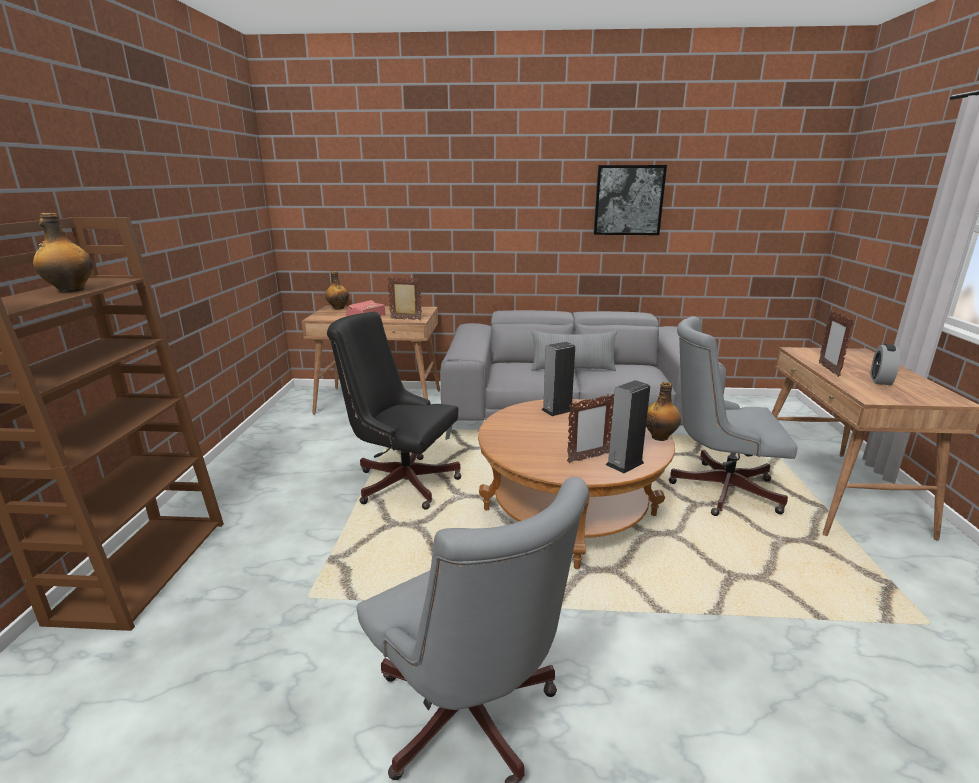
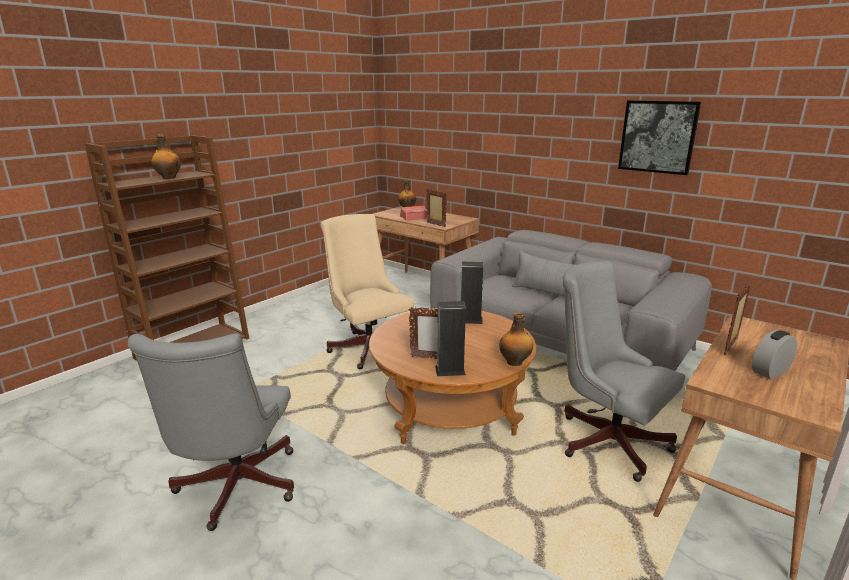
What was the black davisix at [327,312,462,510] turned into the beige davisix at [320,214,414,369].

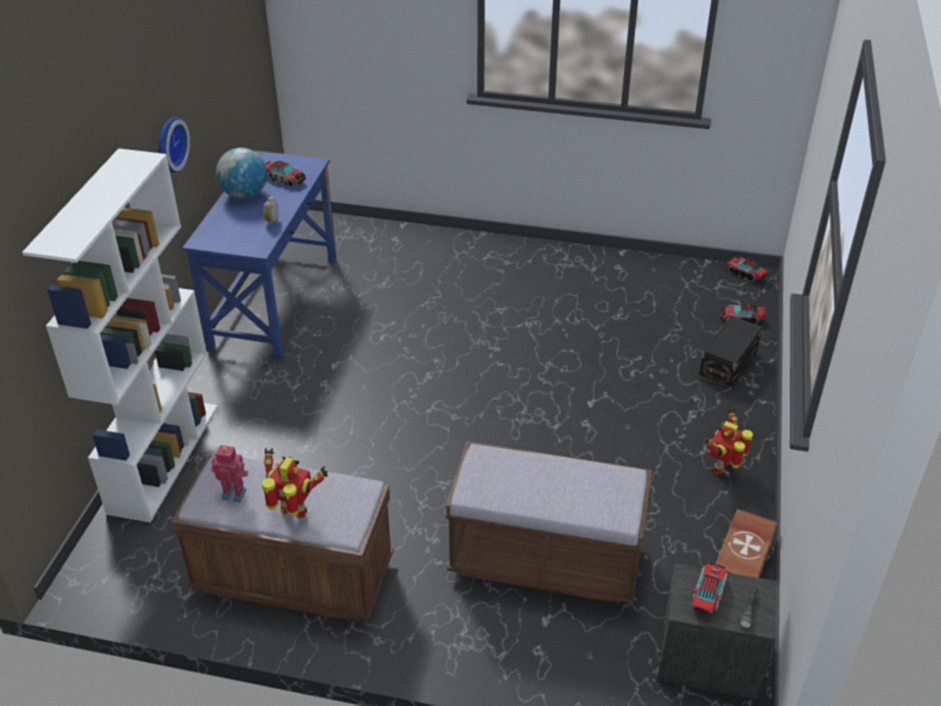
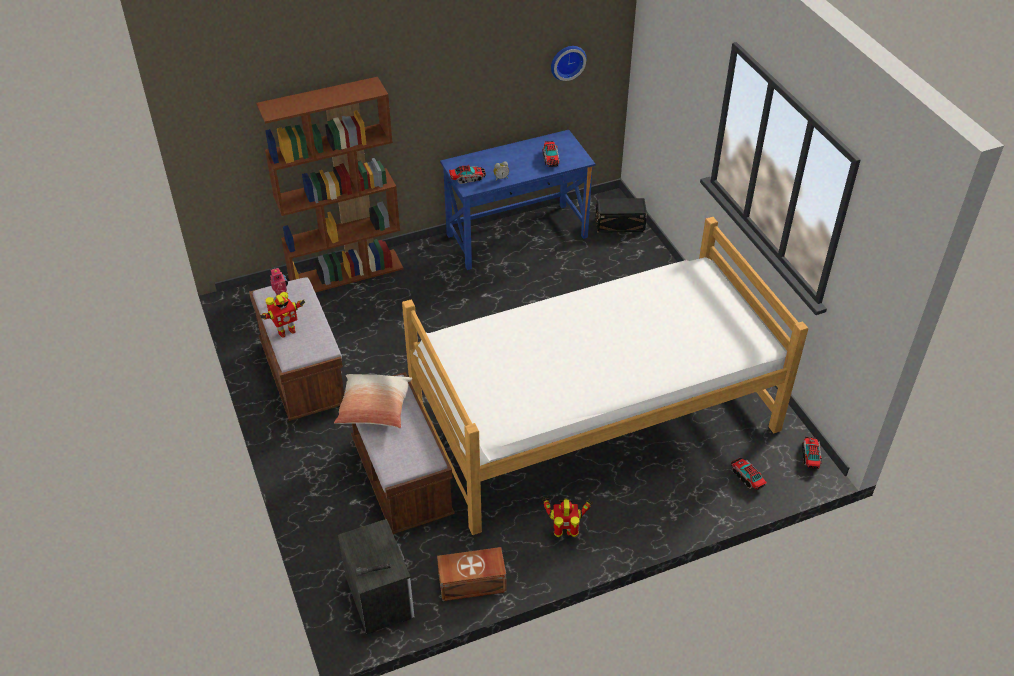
The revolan ended up elsewhere, having gone from [158,117,190,173] to [551,46,586,81].
What was the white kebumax at [22,148,218,523] turned into the brown kebumax at [256,77,404,293].
The second view lost the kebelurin at [216,148,268,199].
The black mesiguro ended up elsewhere, having gone from [699,316,762,389] to [595,198,647,233].
The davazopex at [262,448,328,518] ended up facing another way, 75 degrees clockwise from before.
The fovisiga ended up elsewhere, having gone from [692,562,728,616] to [449,165,486,184].
The second view gained the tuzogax at [402,217,809,535].
The second view gained the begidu at [334,374,412,428].

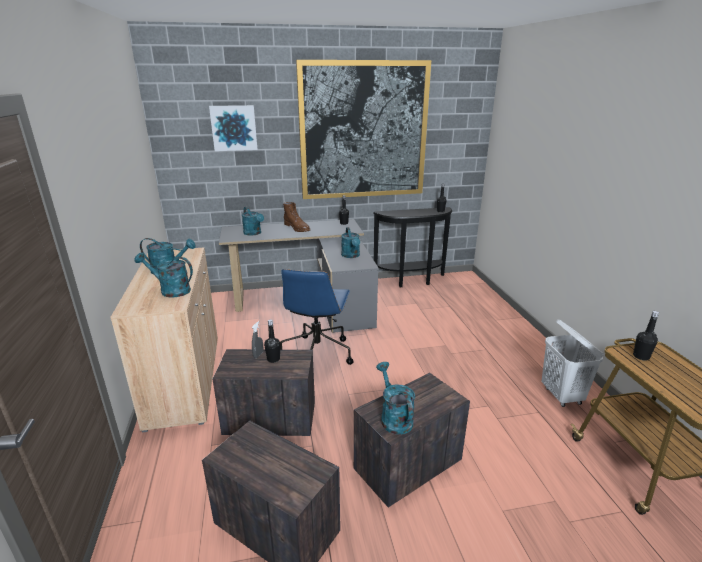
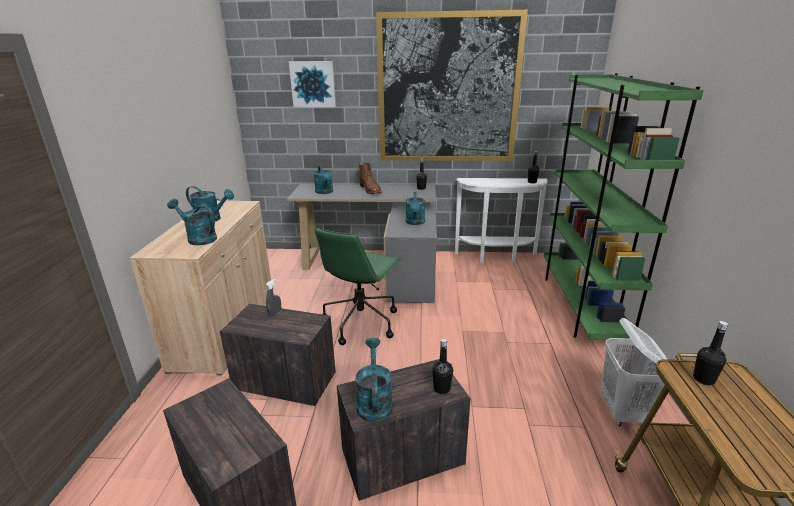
What was the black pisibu at [373,207,452,287] turned into the white pisibu at [455,178,548,264].
What was the blue davisix at [280,269,354,365] turned into the green davisix at [315,228,402,345].
The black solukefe ended up elsewhere, having gone from [264,319,280,363] to [432,339,453,394].
The second view gained the green kebumax at [544,73,704,349].

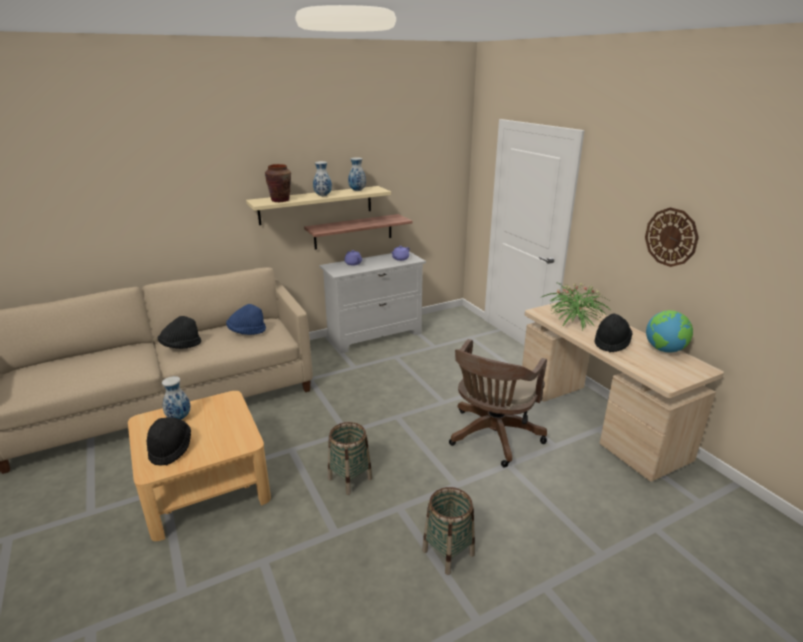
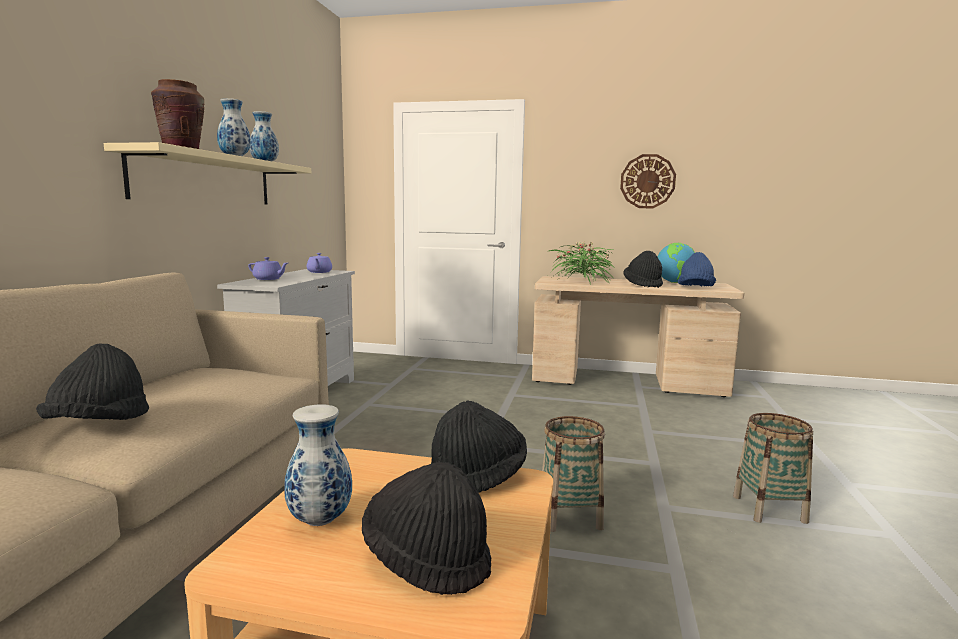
The second view lost the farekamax at [304,214,413,249].
The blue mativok ended up elsewhere, having gone from [226,304,266,335] to [678,252,716,287].
The second view lost the brown davisix at [449,339,547,467].
The second view gained the black mativok at [431,401,527,493].

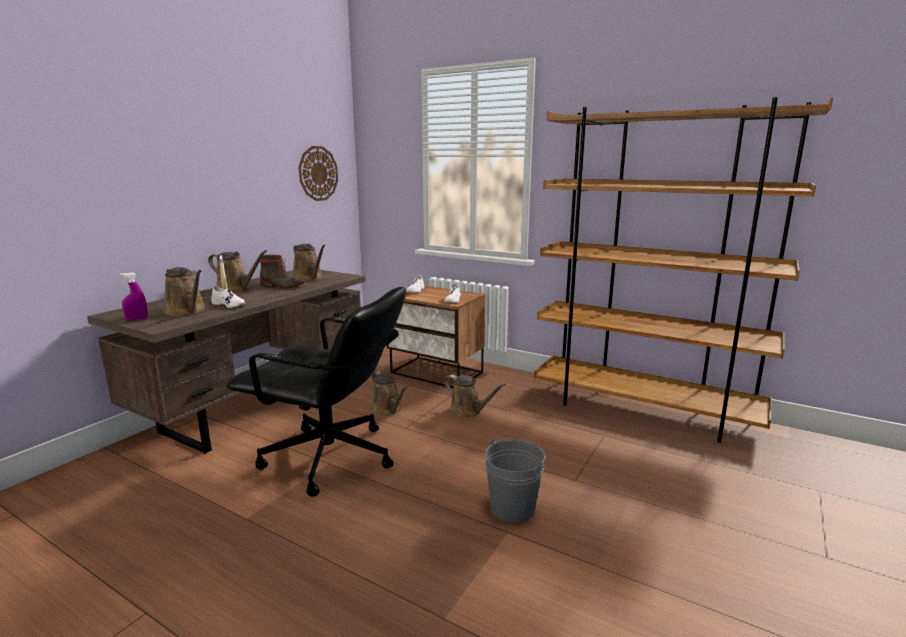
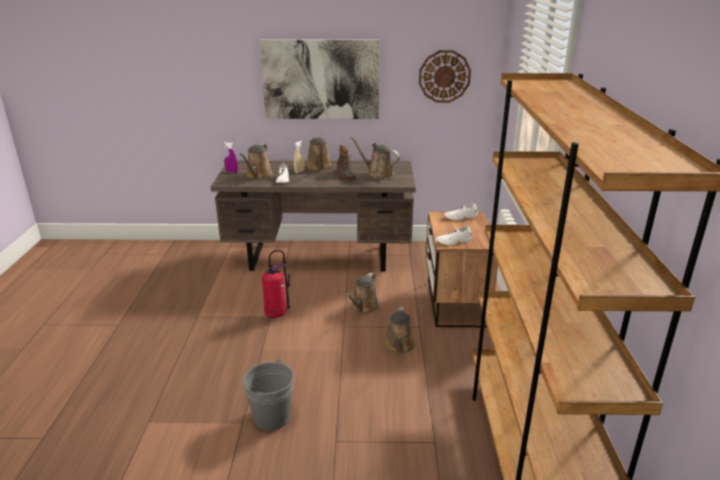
The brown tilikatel at [292,244,326,281] ended up facing another way, 105 degrees clockwise from before.
Where the black davisix stood at [227,287,406,497], the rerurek came to stand at [262,250,290,318].
The second view gained the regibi at [260,40,380,119].

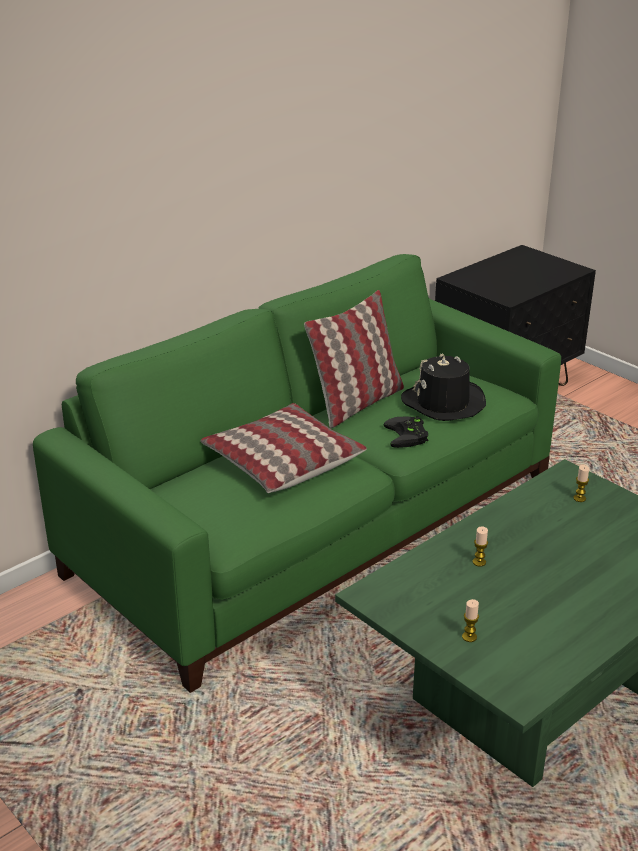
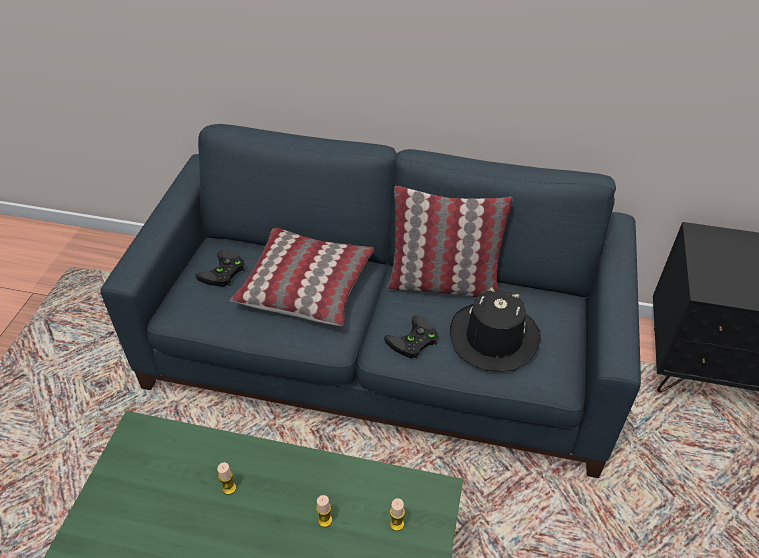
What was the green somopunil at [33,254,561,693] turned into the blue somopunil at [100,124,641,478].
The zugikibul ended up elsewhere, having gone from [462,599,479,642] to [316,495,332,527].
The second view gained the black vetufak at [195,250,245,287].

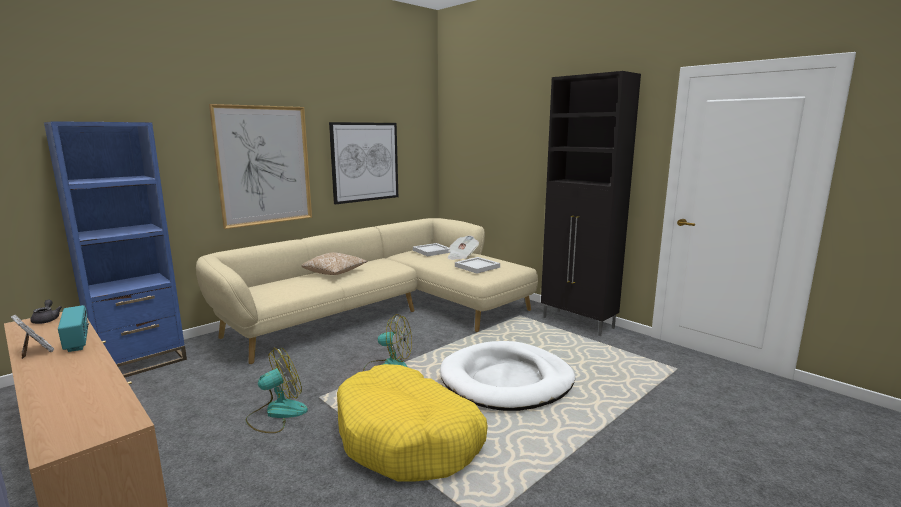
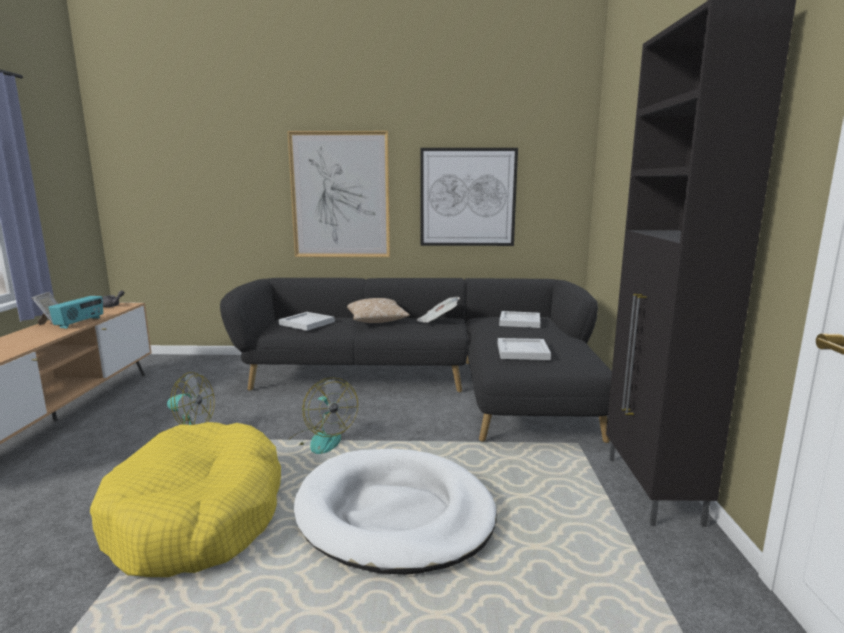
The second view lost the blue kebumax at [44,121,187,378].
What was the beige somopunil at [196,218,538,364] turned into the black somopunil at [220,278,612,443].
The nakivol ended up elsewhere, having gone from [447,235,479,260] to [417,297,460,323].
The second view gained the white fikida at [279,312,335,331].

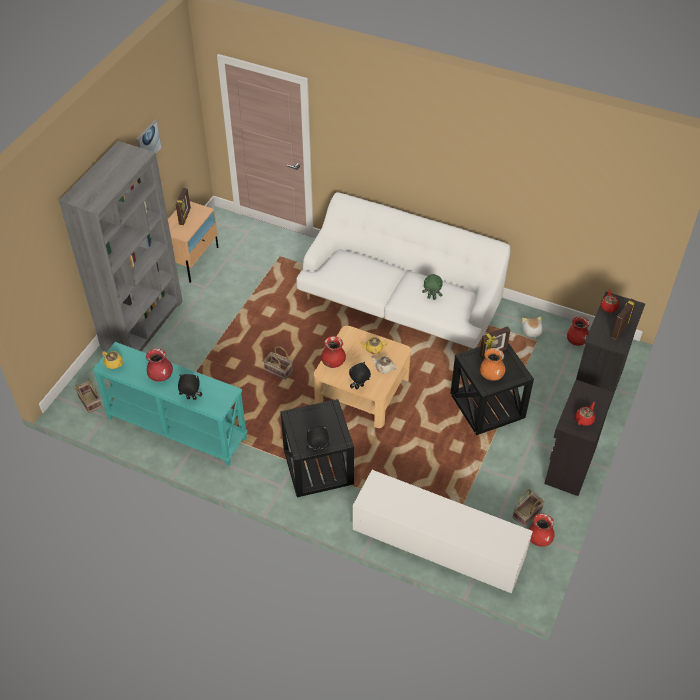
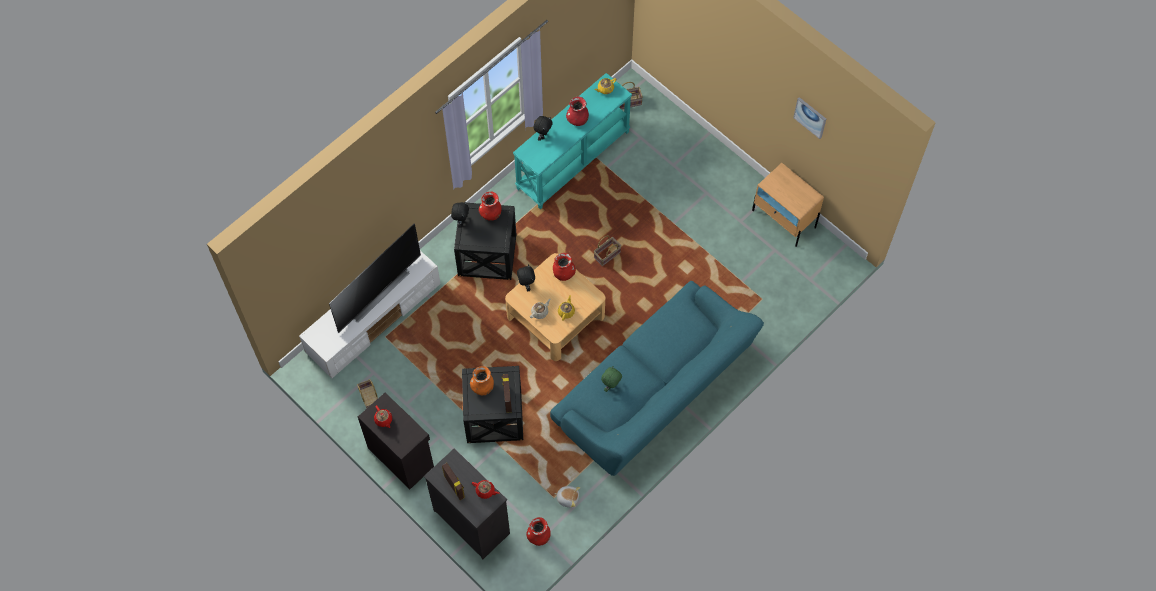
The second view lost the grey kebumax at [59,141,183,351].
The second view lost the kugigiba at [176,188,191,225].
What was the white somopunil at [296,192,511,351] turned into the turquoise somopunil at [550,281,764,476].
The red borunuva ended up elsewhere, having gone from [529,513,555,547] to [479,191,502,221].
The second view gained the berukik at [329,223,421,333].

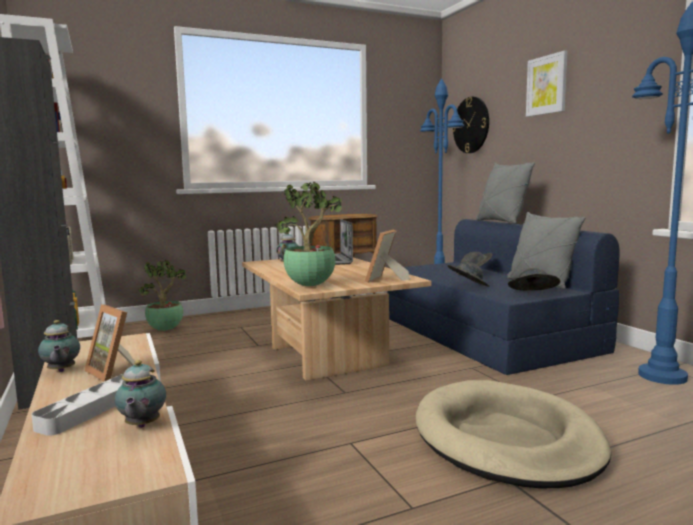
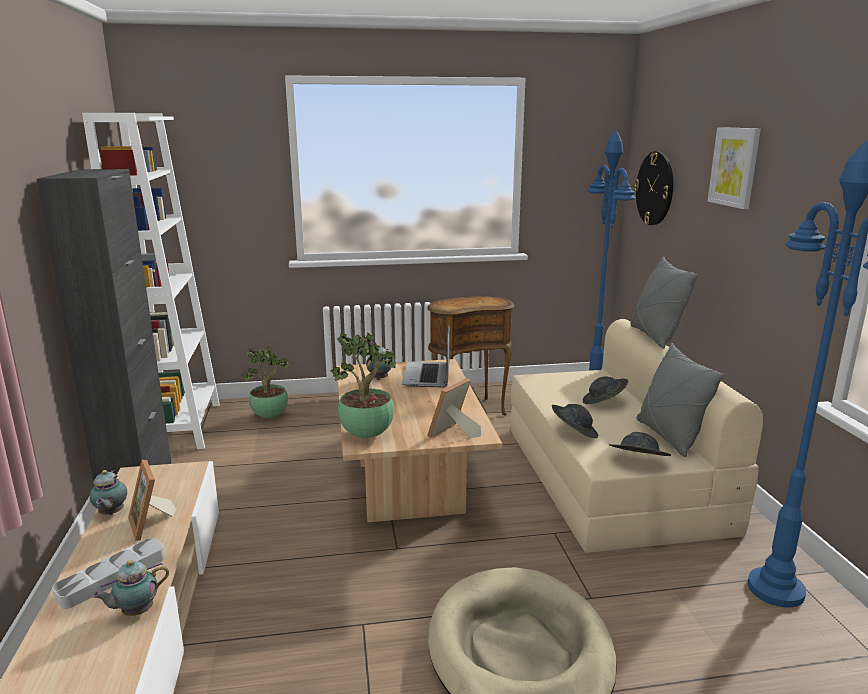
What was the blue somopunil at [387,219,620,375] turned into the beige somopunil at [510,319,763,553].
The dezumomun at [115,360,166,428] ended up facing another way, 45 degrees clockwise from before.

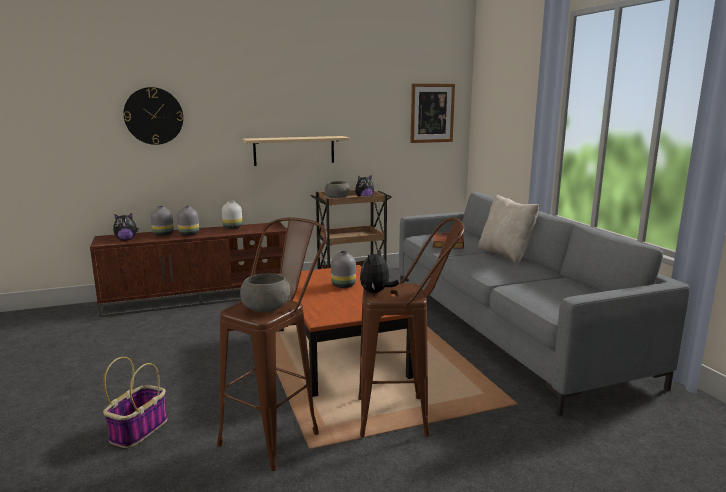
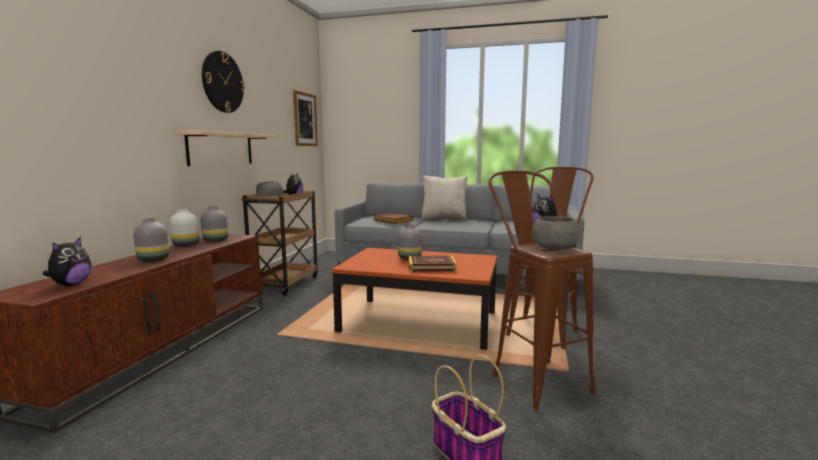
The revolan ended up elsewhere, having gone from [123,87,183,145] to [202,51,245,113].
The grey borunuva ended up elsewhere, having gone from [151,206,174,236] to [201,206,228,242].
The second view gained the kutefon at [409,256,457,272].

